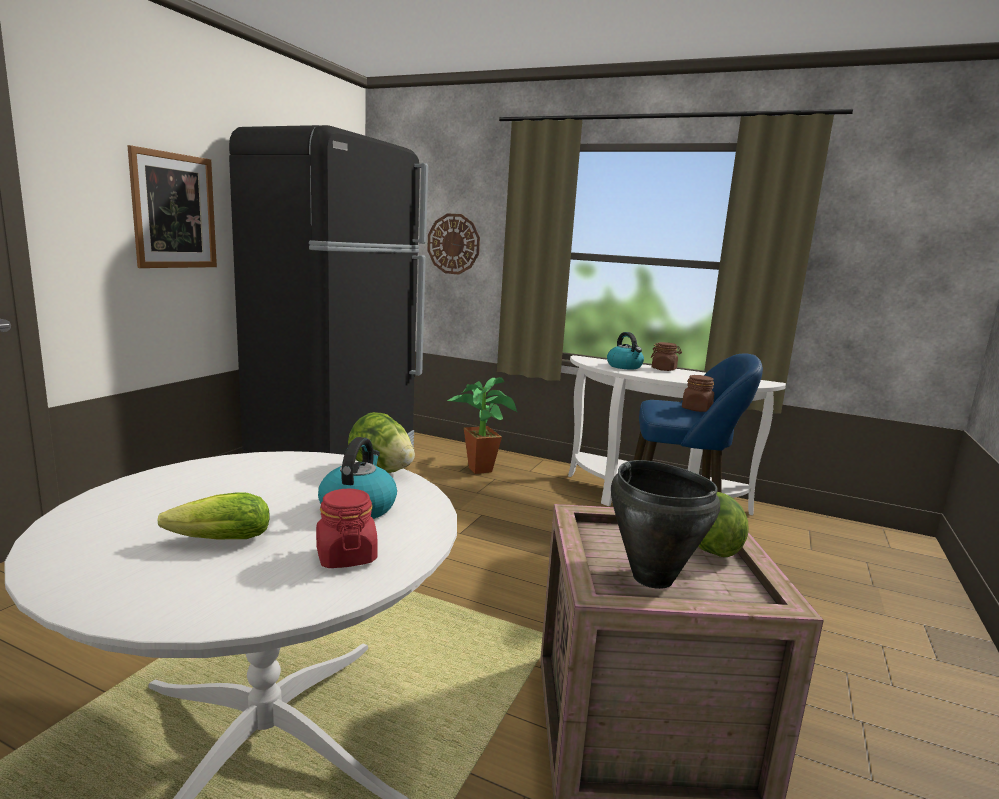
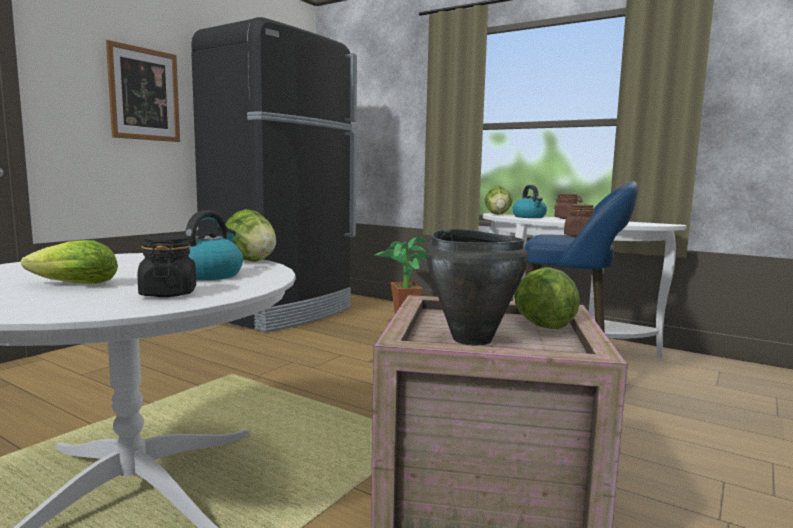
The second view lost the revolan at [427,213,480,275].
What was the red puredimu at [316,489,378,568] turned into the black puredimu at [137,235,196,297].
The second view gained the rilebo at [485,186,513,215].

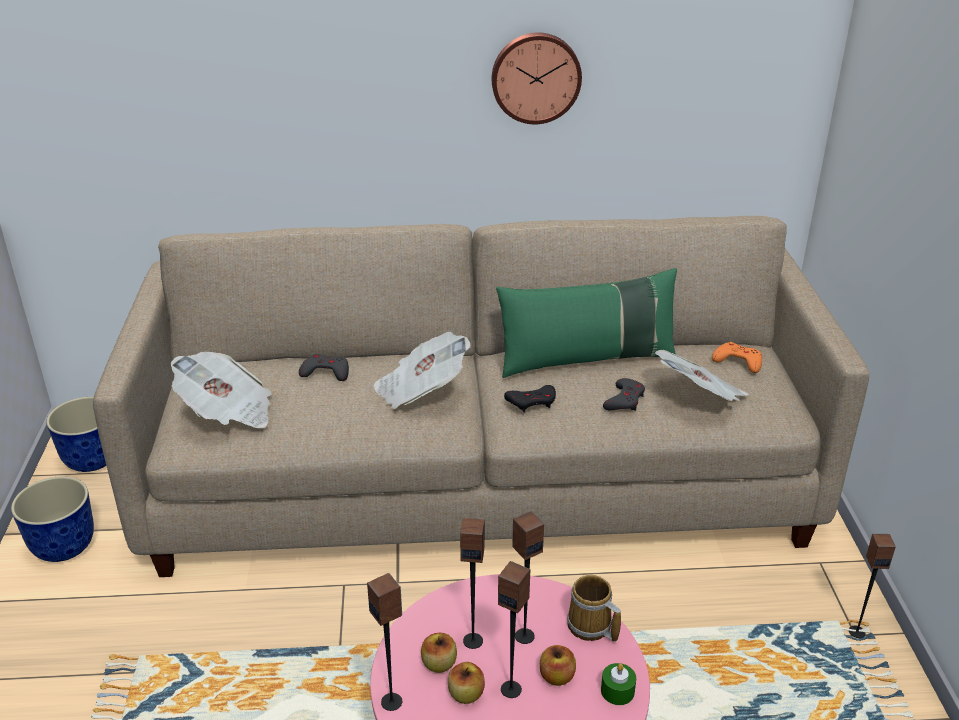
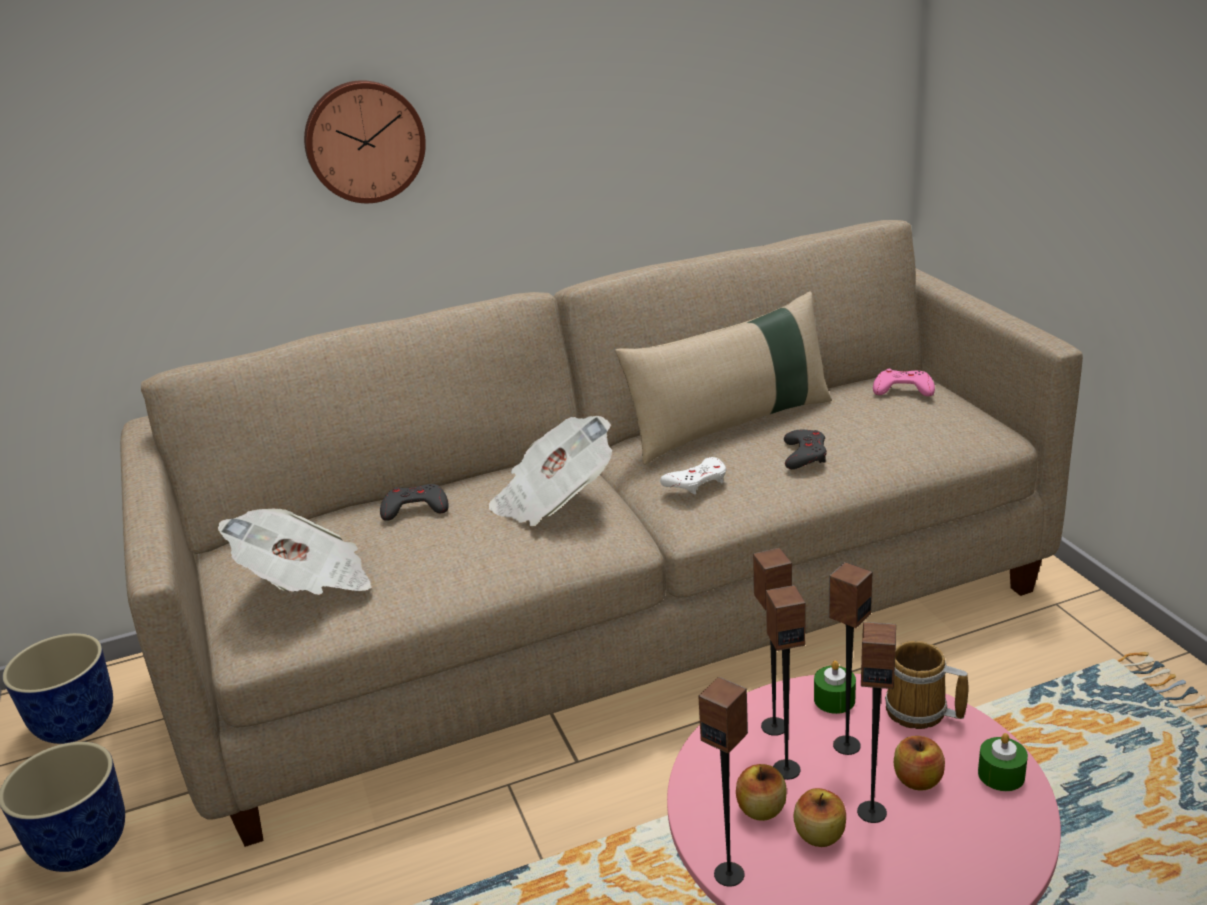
The revolan ended up elsewhere, having gone from [492,32,582,124] to [304,80,426,203].
What was the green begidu at [496,268,677,378] turned into the beige begidu at [615,291,832,465].
What was the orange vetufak at [712,342,762,373] turned into the pink vetufak at [873,369,935,396].
The second view lost the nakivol at [655,350,749,401].
What was the black vetufak at [504,385,556,412] turned into the white vetufak at [660,457,726,494].
The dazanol ended up elsewhere, having gone from [849,534,896,638] to [753,548,792,736].
The second view gained the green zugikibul at [814,660,856,714].

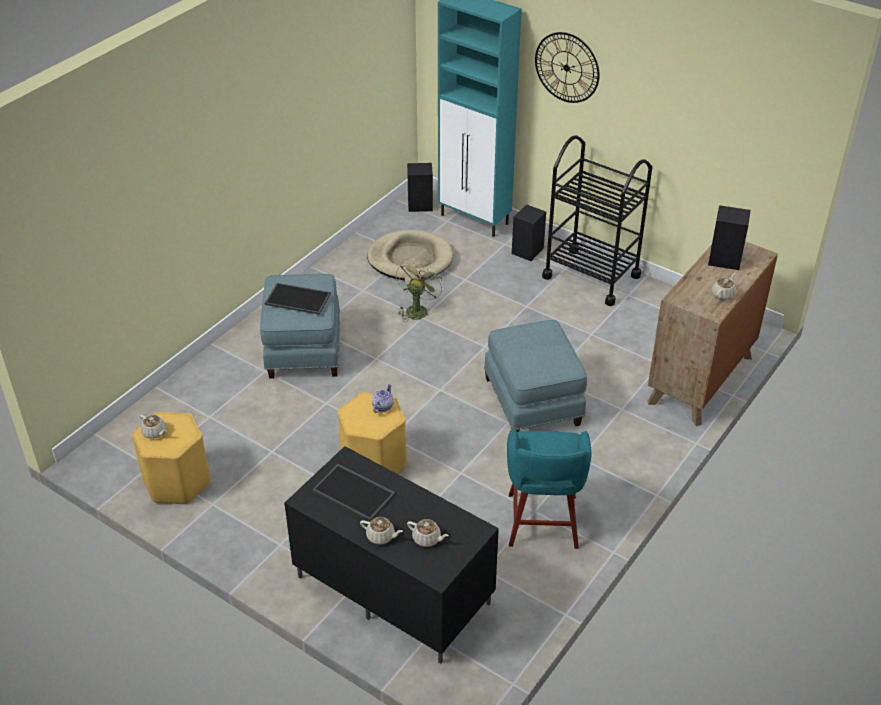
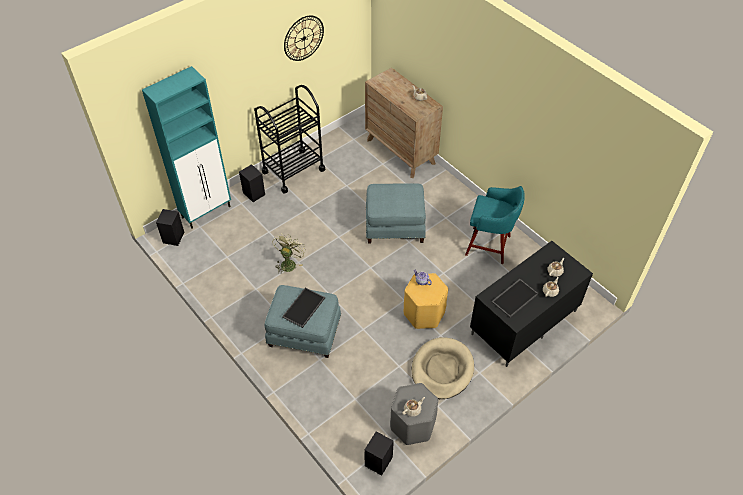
The revolan ended up elsewhere, having gone from [535,32,600,103] to [284,15,324,61].
The black dazanol ended up elsewhere, having gone from [708,205,751,270] to [364,431,394,476].
The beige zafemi ended up elsewhere, having gone from [367,230,453,280] to [412,338,474,399].
The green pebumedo at [396,259,444,320] ended up facing another way, 75 degrees clockwise from before.
What was the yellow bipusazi at [132,412,210,504] turned into the grey bipusazi at [390,383,438,445].

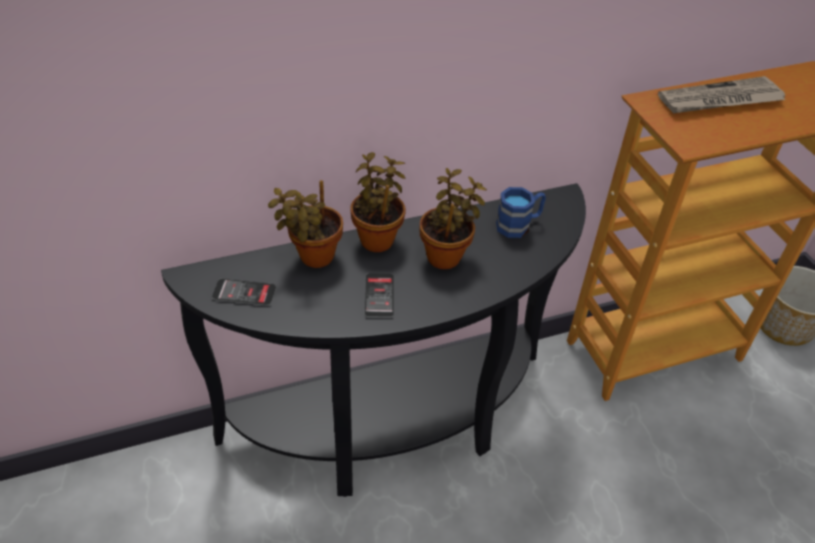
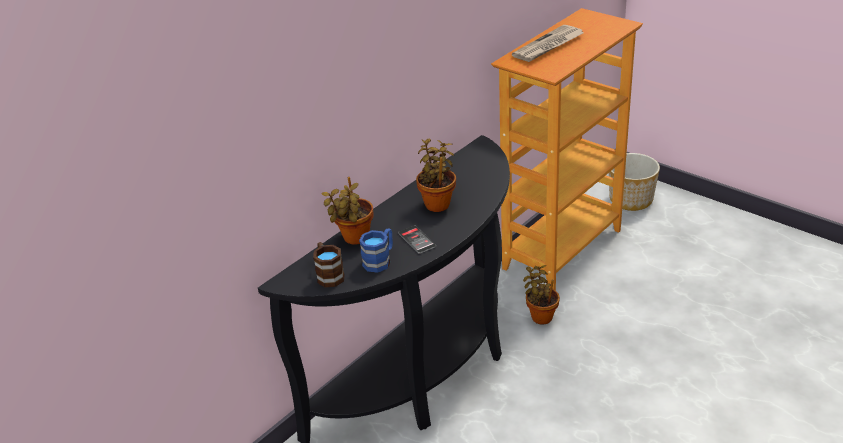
The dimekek ended up elsewhere, having gone from [350,152,406,252] to [523,265,560,325].
The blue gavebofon ended up elsewhere, having gone from [496,187,546,238] to [359,228,393,273].
Where the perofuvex stood at [212,278,276,306], the brown gavebofon came to stand at [313,242,345,287].

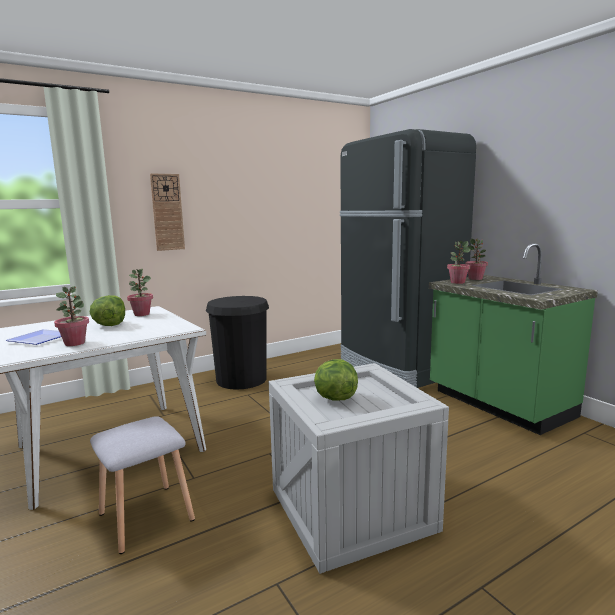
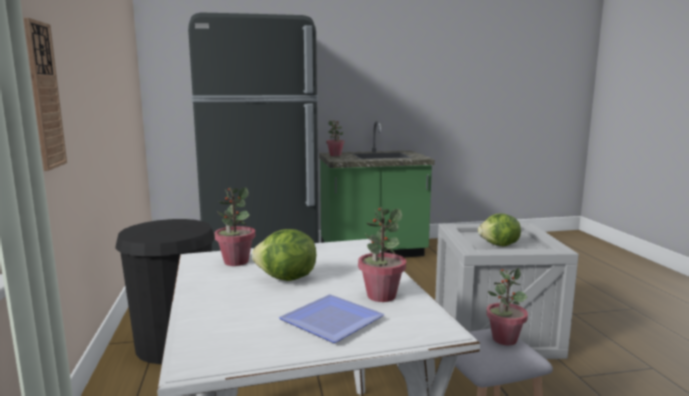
The dimekek ended up elsewhere, having gone from [447,241,471,284] to [486,268,528,345].

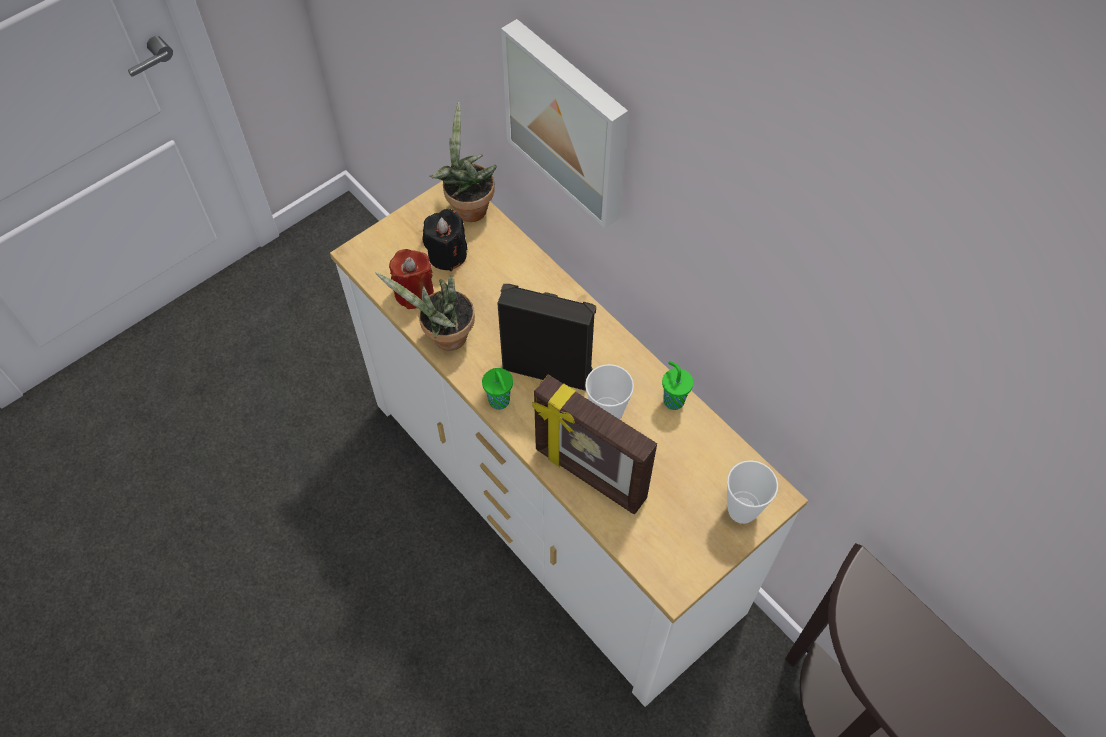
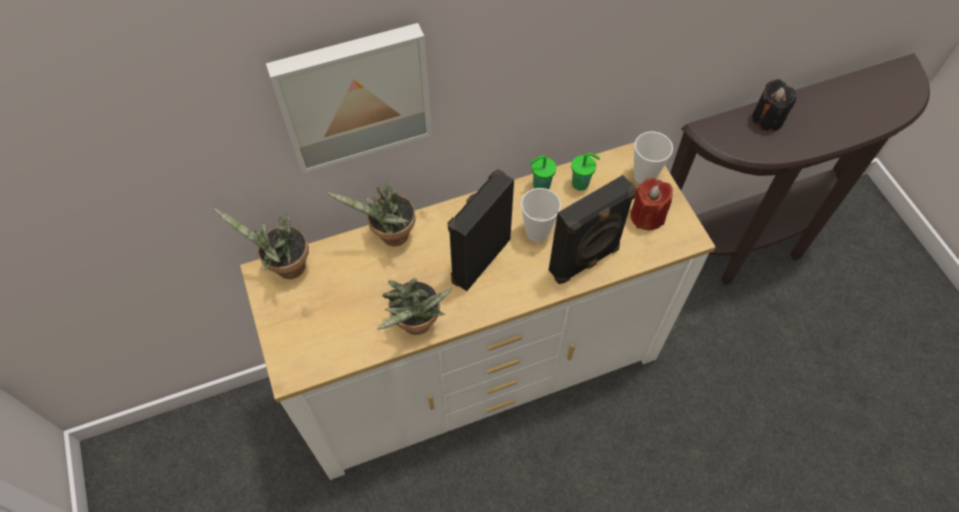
The black zugikibul ended up elsewhere, having gone from [422,209,467,271] to [752,79,796,132].
The red zugikibul ended up elsewhere, having gone from [389,249,434,309] to [630,178,673,230].
The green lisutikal ended up elsewhere, having gone from [482,368,513,410] to [571,153,600,191].
Where the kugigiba stood at [532,374,657,514], the black dazanol came to stand at [549,175,637,284].
The second view gained the dimekek at [327,181,416,247].

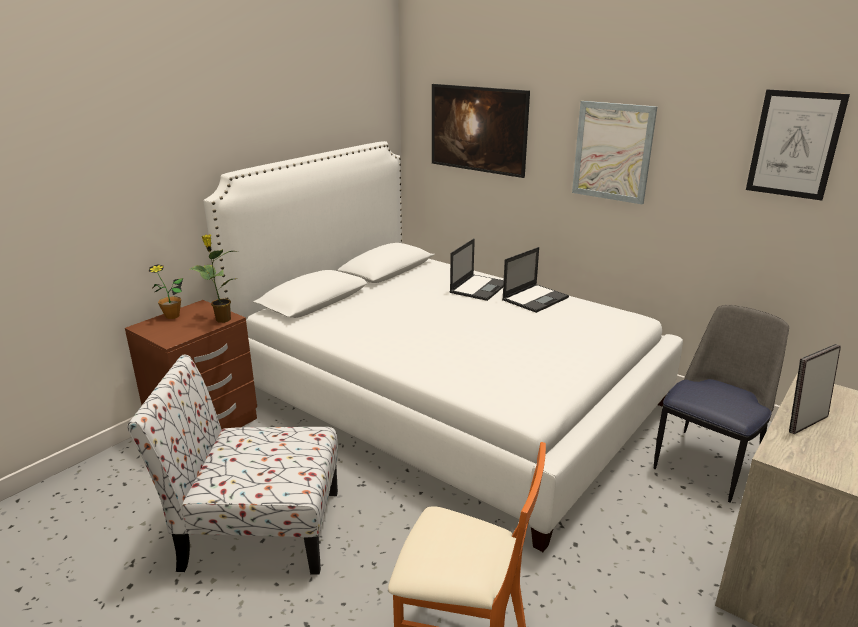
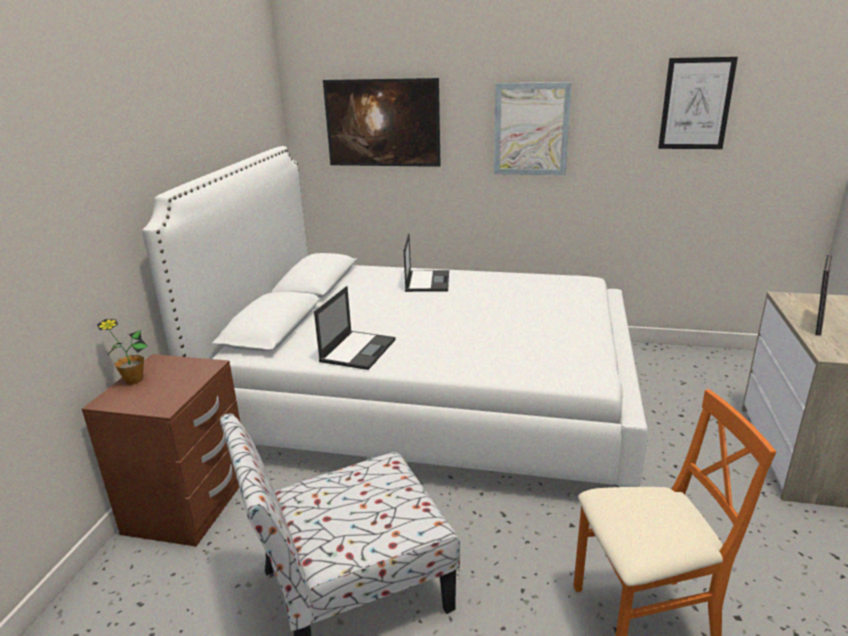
The second view lost the dimekek at [190,235,238,323].
The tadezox ended up elsewhere, having gone from [502,247,569,313] to [314,286,395,370].
The second view lost the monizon at [654,305,789,503].

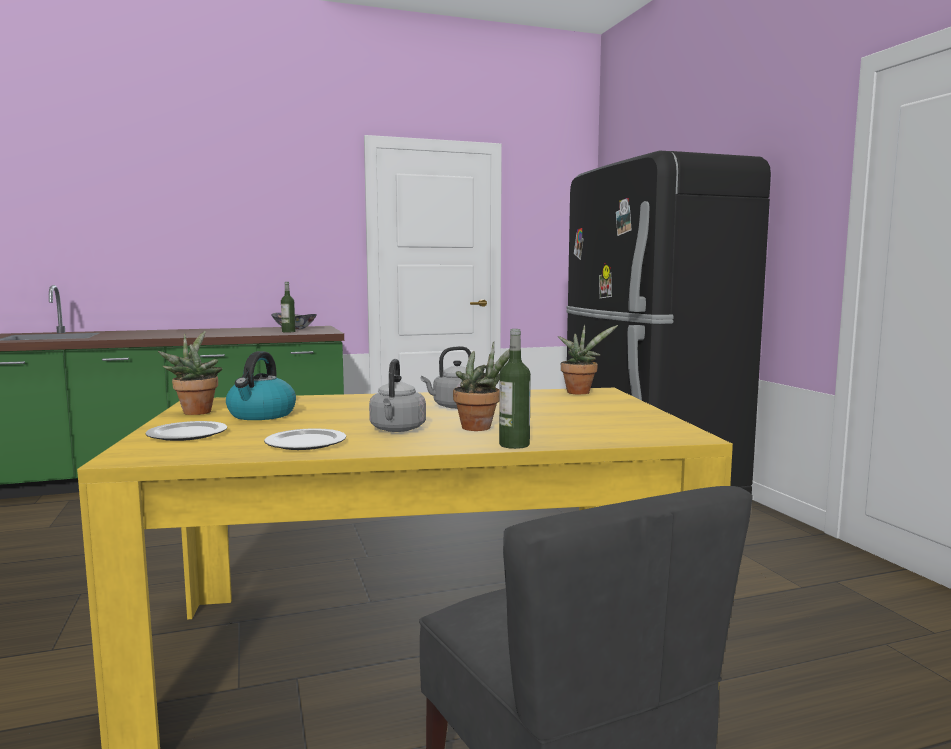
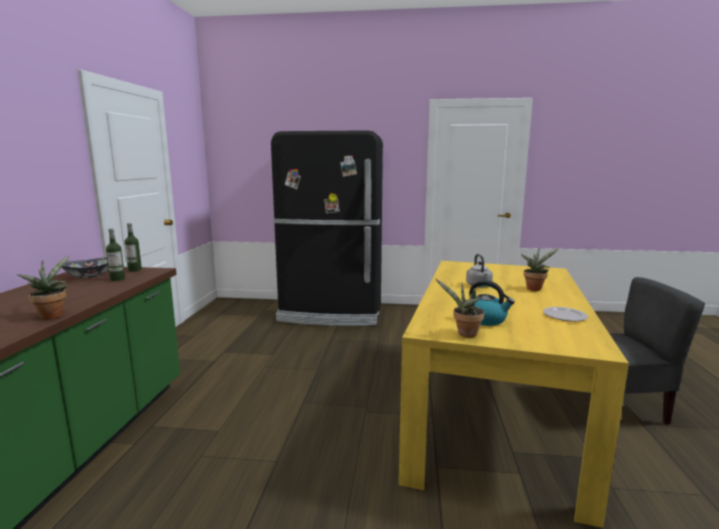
The dimekek ended up elsewhere, having gone from [558,325,618,394] to [16,255,70,319].
The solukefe ended up elsewhere, having gone from [499,329,531,449] to [124,223,142,272].
The second view lost the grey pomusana at [369,359,426,432].
The second view lost the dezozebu at [145,421,227,441].

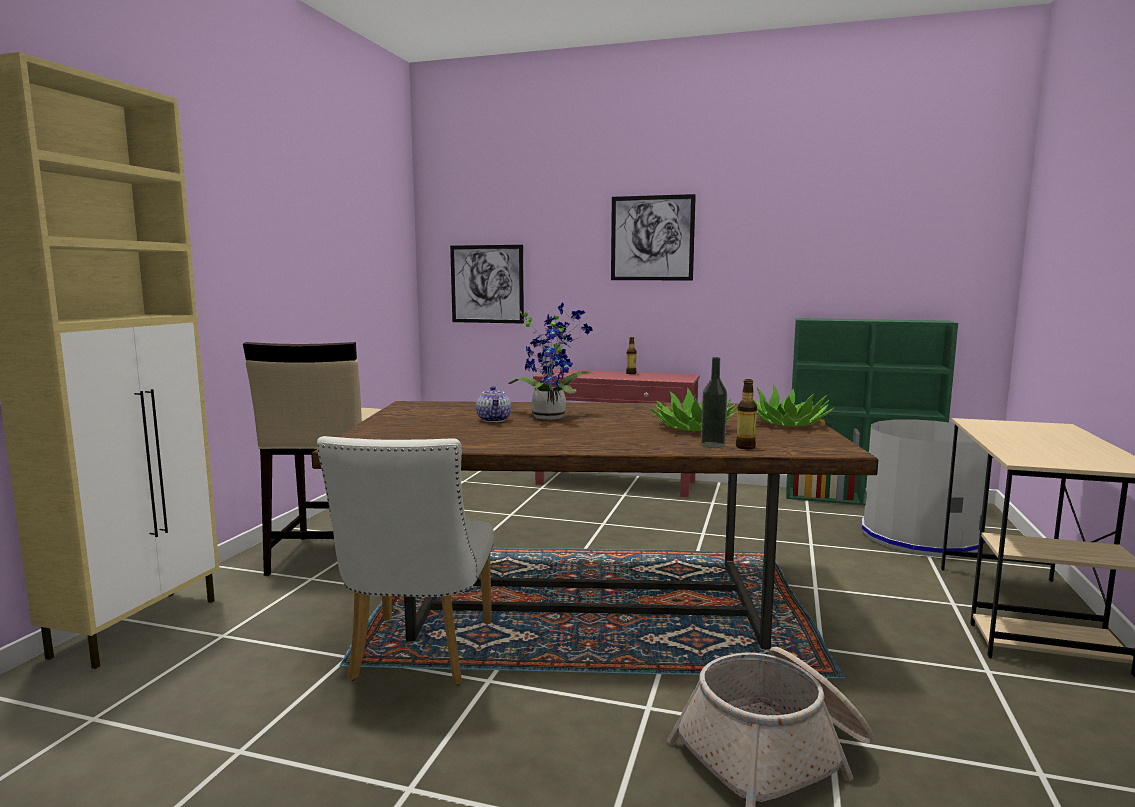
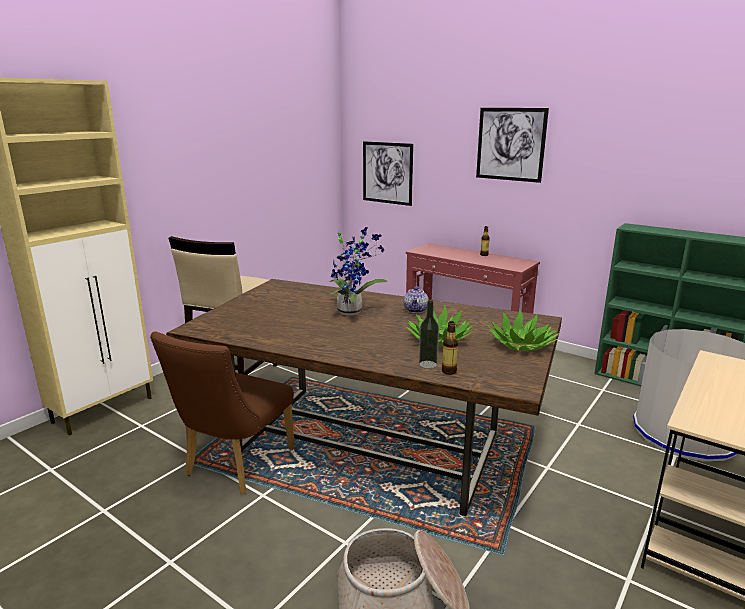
The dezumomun ended up elsewhere, having gone from [476,386,511,422] to [403,286,429,313].
What was the white monizon at [317,436,494,685] turned into the brown monizon at [150,332,295,494].

